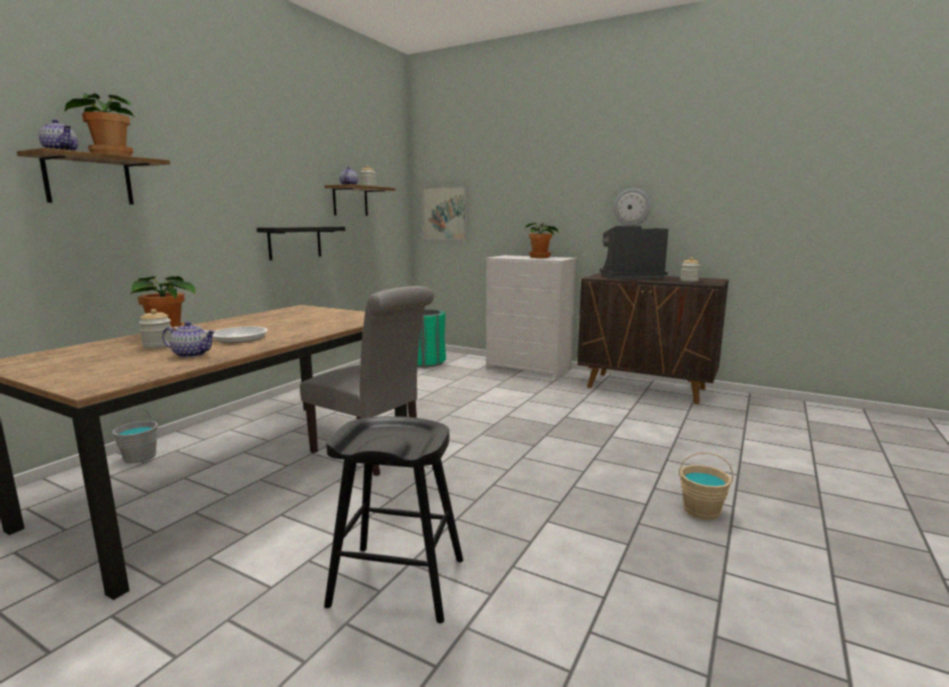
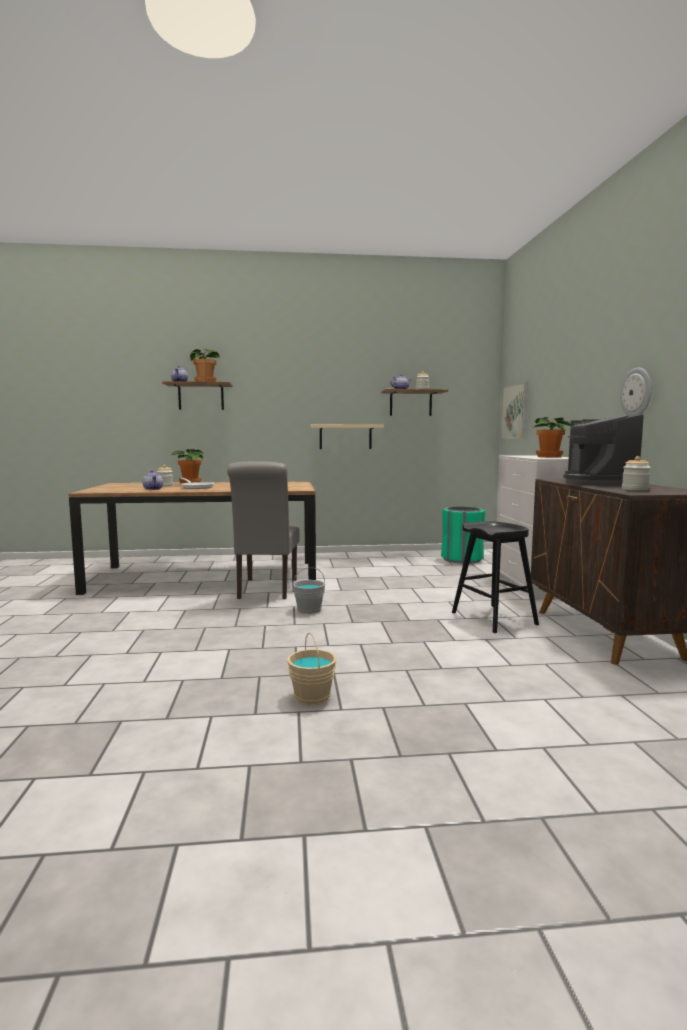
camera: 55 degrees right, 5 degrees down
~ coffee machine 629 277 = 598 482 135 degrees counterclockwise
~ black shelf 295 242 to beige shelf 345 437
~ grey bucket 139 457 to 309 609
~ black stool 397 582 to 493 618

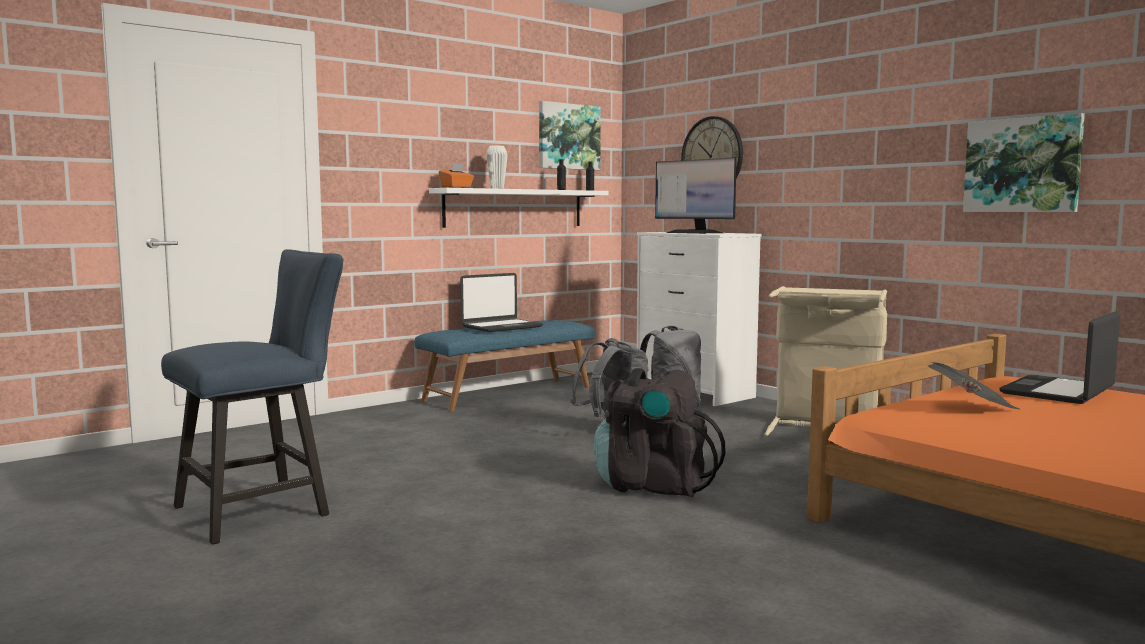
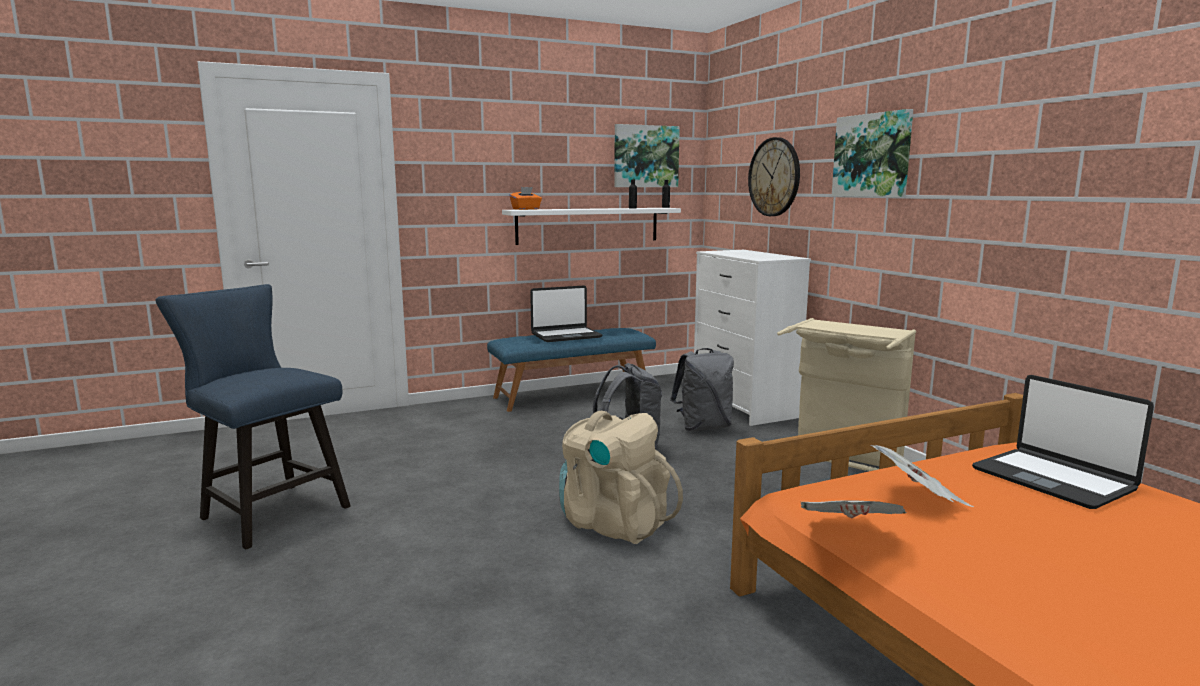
camera: 15 degrees right, 5 degrees up
~ picture 1022 165 to 872 155
- white vase 497 188
- monitor 694 233
~ blue chair 263 509 = 268 511 120 degrees counterclockwise
~ laptop 1058 392 = 1053 479 90 degrees counterclockwise
~ black backpack 654 485 to beige backpack 613 523
+ newspaper 848 534

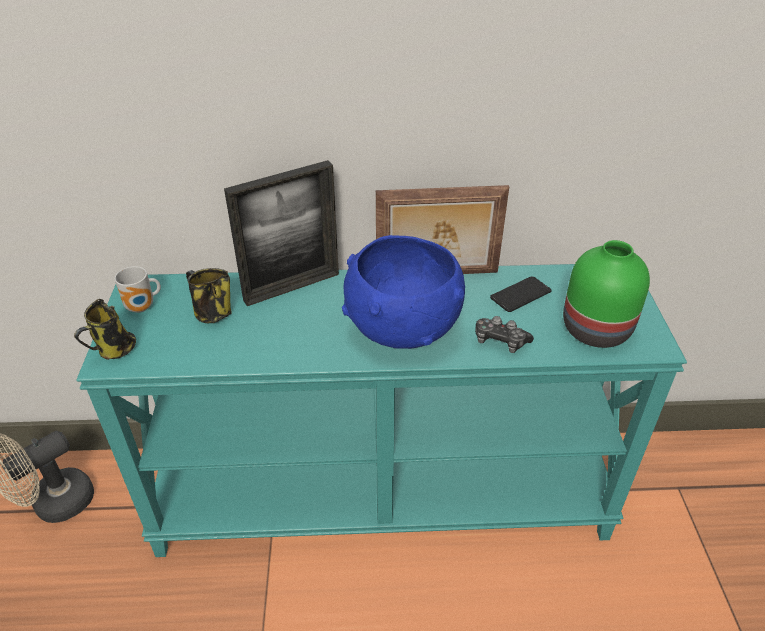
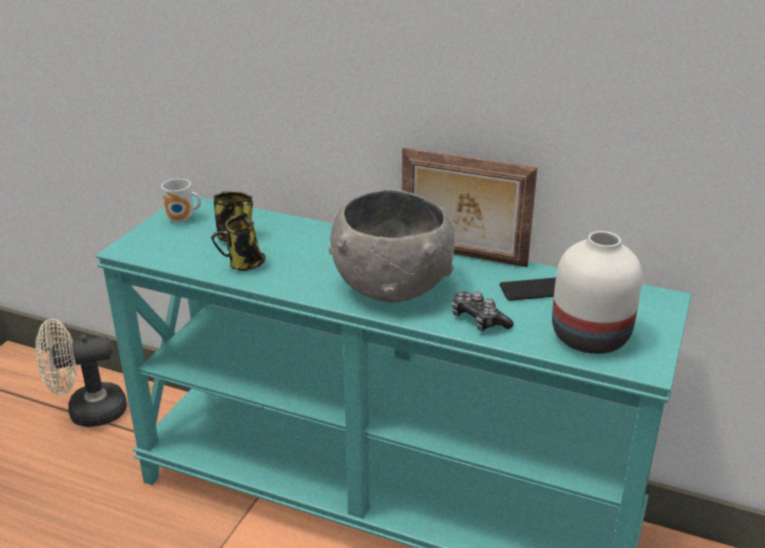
camera: 25 degrees right, 10 degrees down
- picture frame 292 287
~ blue bowl 404 329 to grey bowl 393 288
~ green vase 594 328 to white vase 589 335
~ mug 114 350 to 244 265

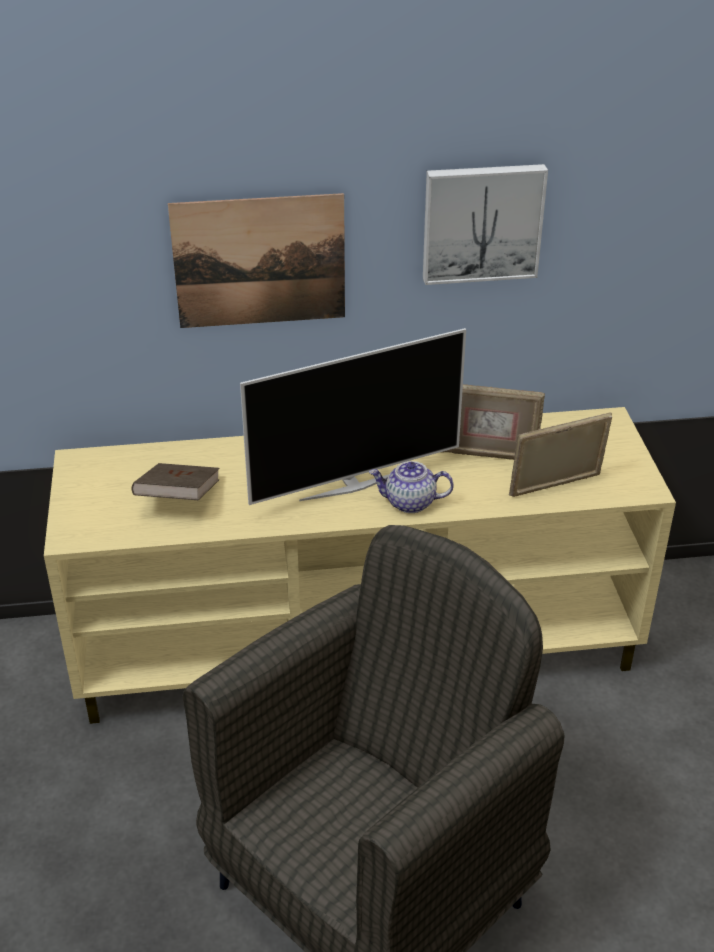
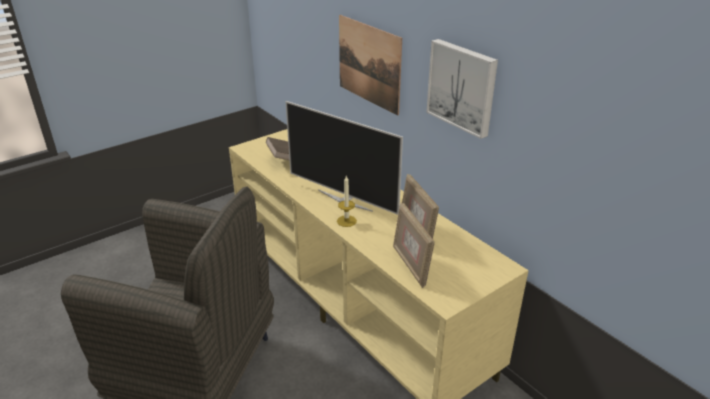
camera: 60 degrees right, 5 degrees down
~ picture frame 556 487 = 410 266 150 degrees counterclockwise
~ teapot 409 503 to candle 346 221

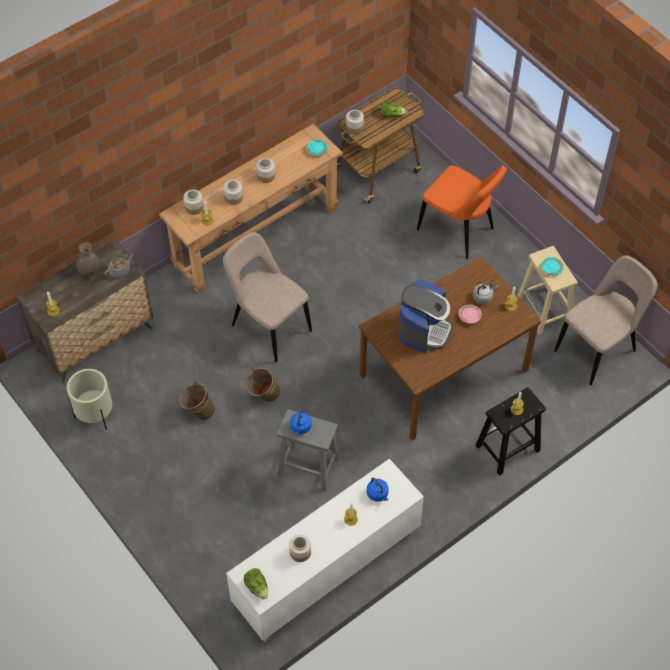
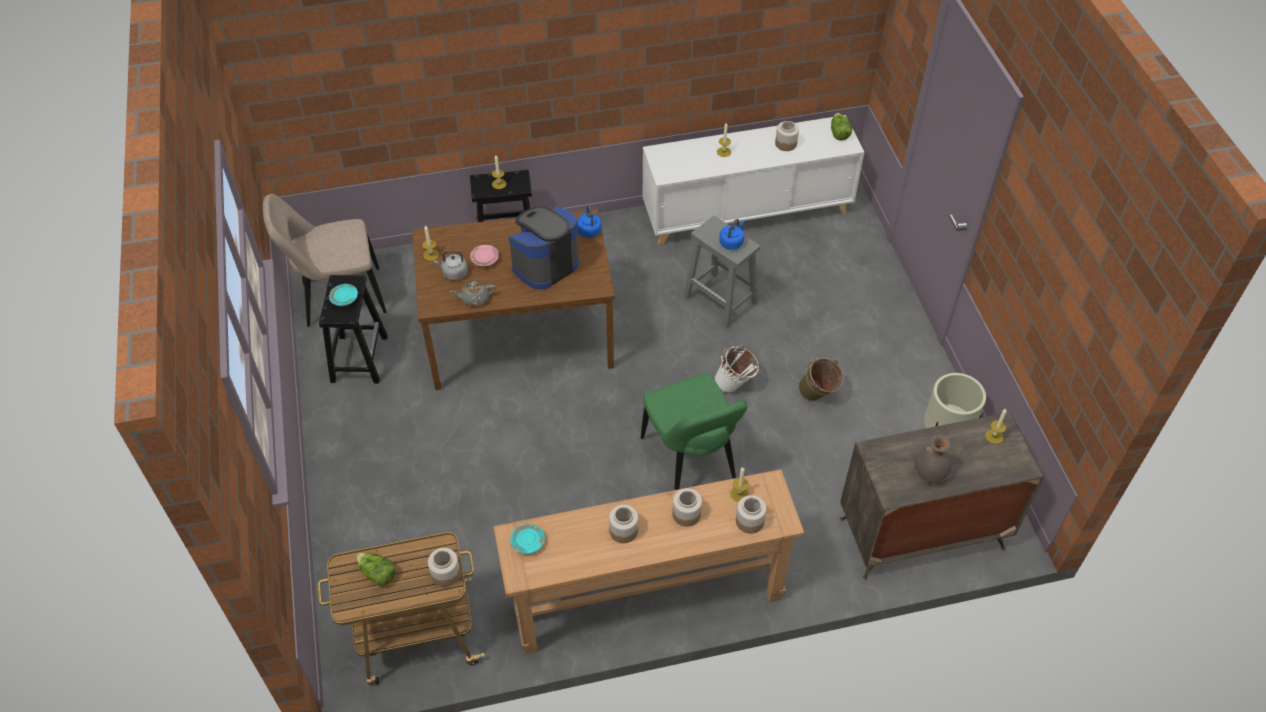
camera: 155 degrees left, 5 degrees down
- orange chair 458 231
~ beige chair 268 326 to green chair 690 464
~ beige stool 544 311 to black stool 359 358
~ grey teapot 120 271 to 474 299
~ green bucket 263 396 to white bucket 735 385
~ blue kettle 378 494 to 589 230

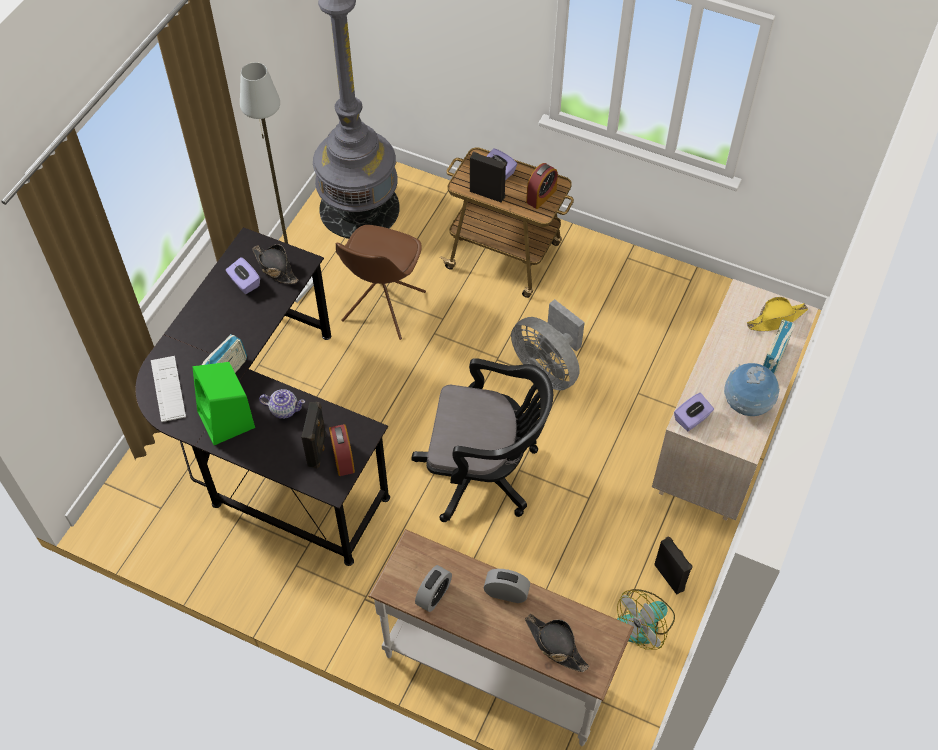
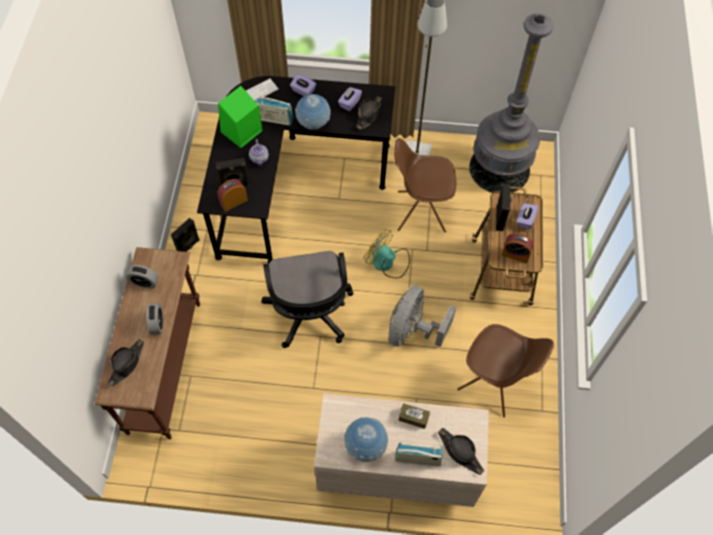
camera: 70 degrees right, 5 degrees up
~ yellow hat 776 319 to black hat 460 452
~ purple tissue box 692 419 to 303 91
~ white console table 497 670 to brown console table 166 366
~ black speaker 670 576 to 189 246
~ fan 644 623 to 387 262
+ globe 313 124
+ brown chair 494 383
+ brown tissue box 413 418

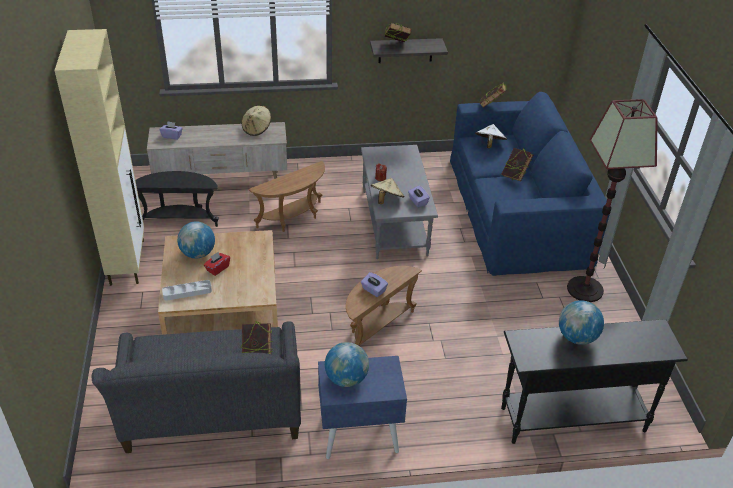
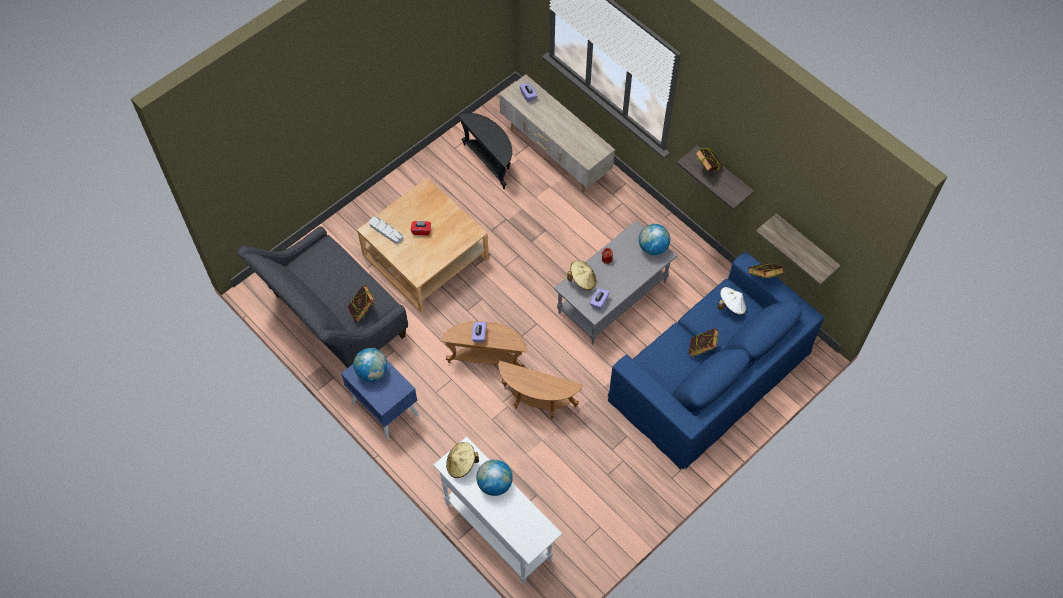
camera: 55 degrees right, 20 degrees up
- beige cabinet 127 261
- floor lamp 585 289
~ beige hat 257 129 to 461 464
~ brown side table 293 219 to 537 403
~ globe 198 253 to 653 247
~ black console table 572 419 to white console table 498 530
+ shelf 805 245

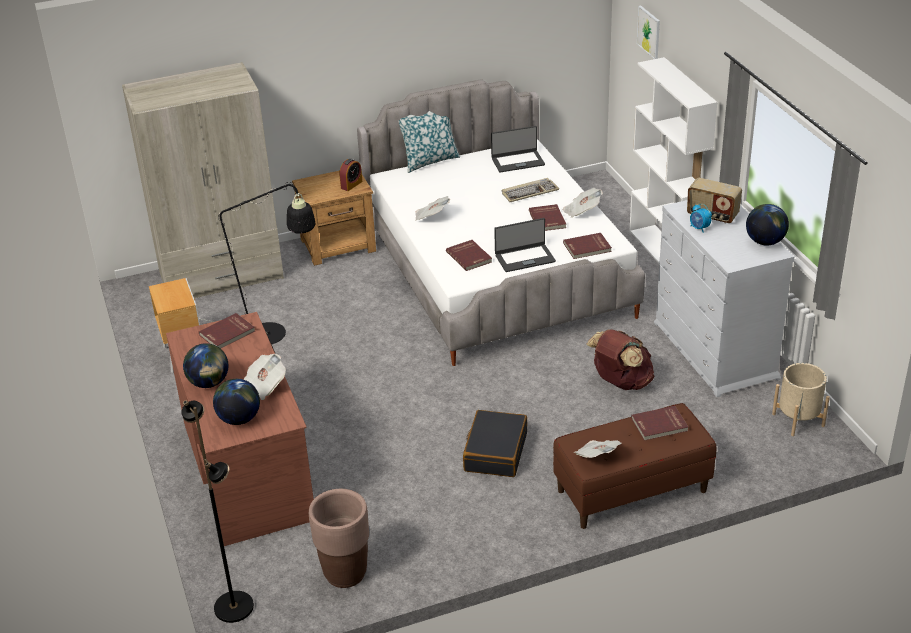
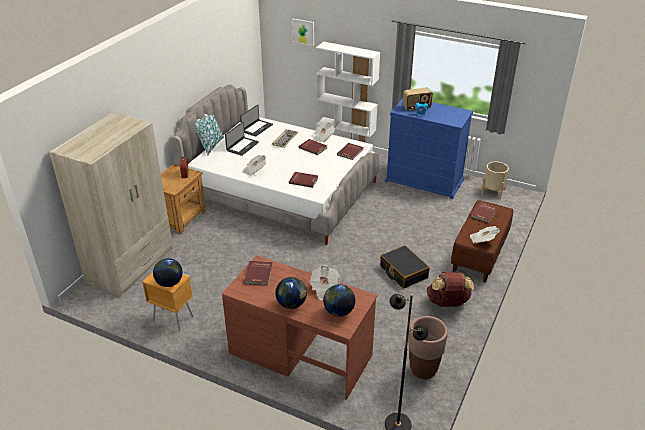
camera: 45 degrees left, 0 degrees up
- black floor lamp 276 335
~ white dresser 715 350 to blue dresser 424 180
~ globe 765 241 to 169 283
~ laptop 524 258 to 242 146
~ brown backpack 621 382 to 447 303

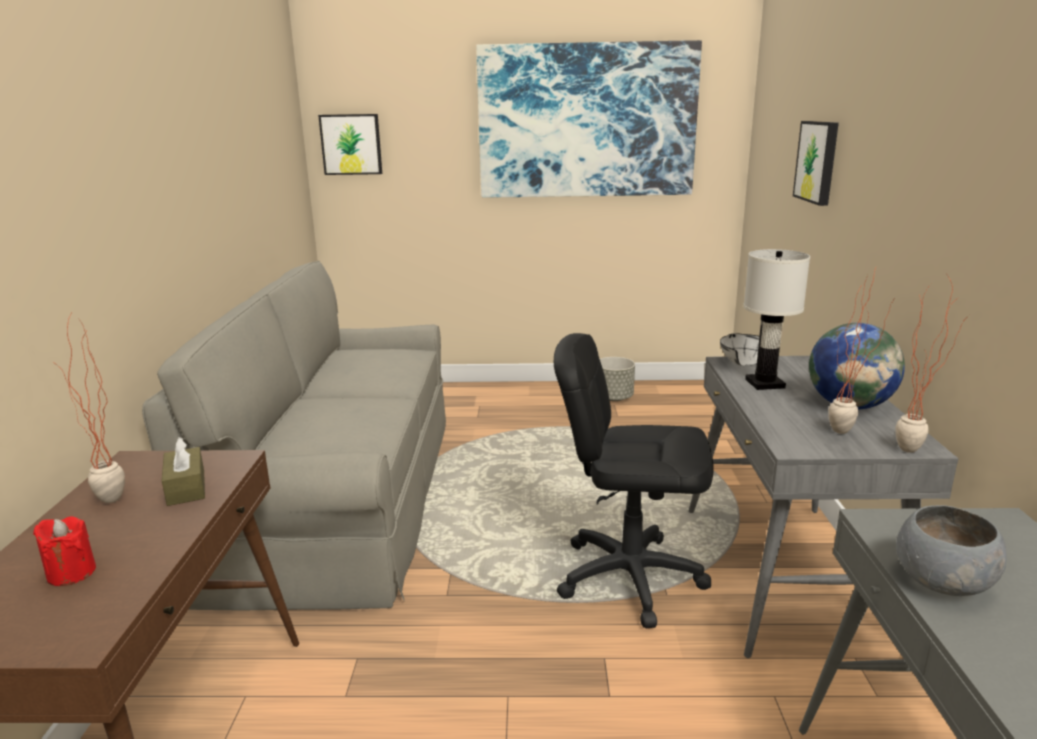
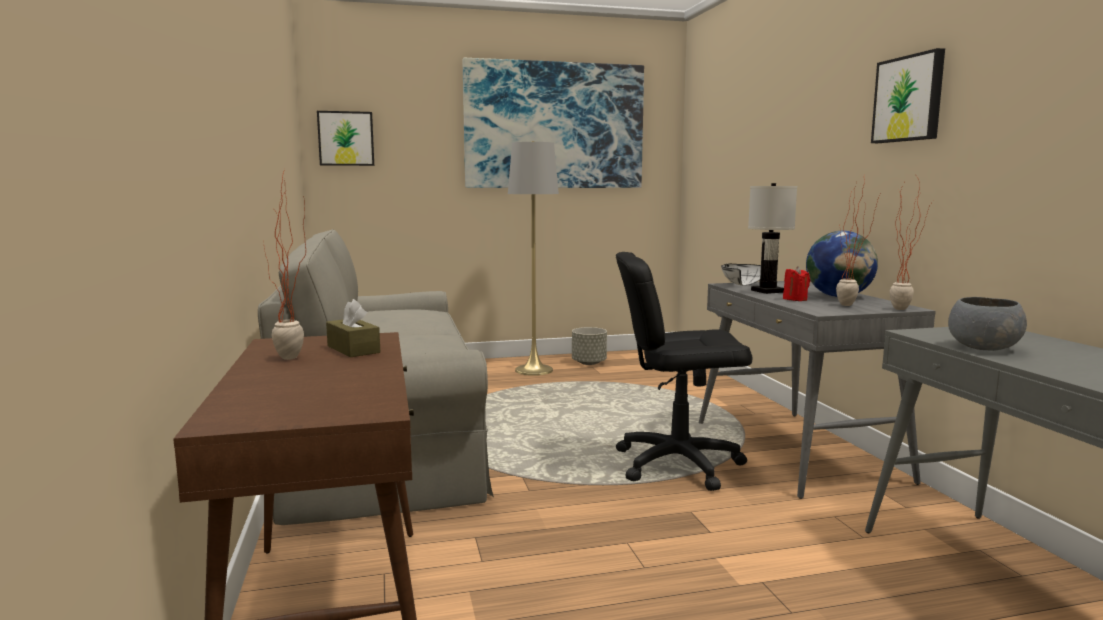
camera: 15 degrees left, 10 degrees down
~ picture 818 161 to 909 99
~ red candle 71 573 to 795 299
+ grey floor lamp 533 370

